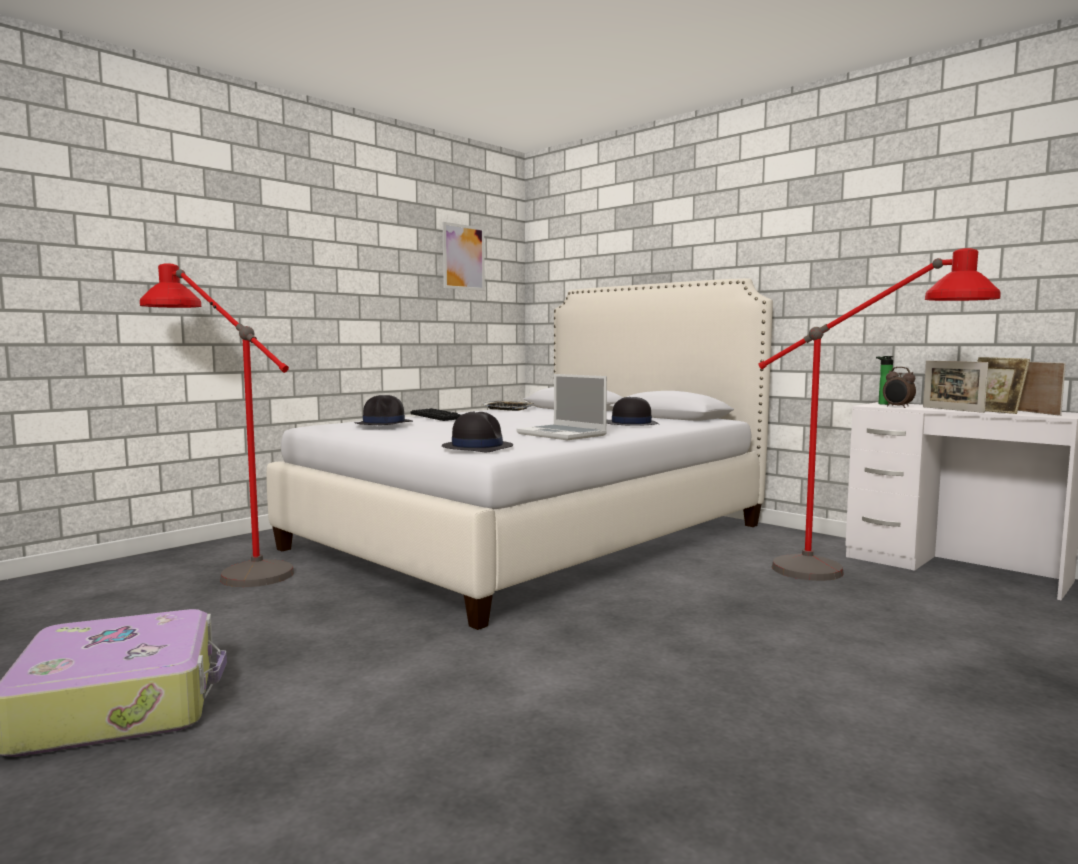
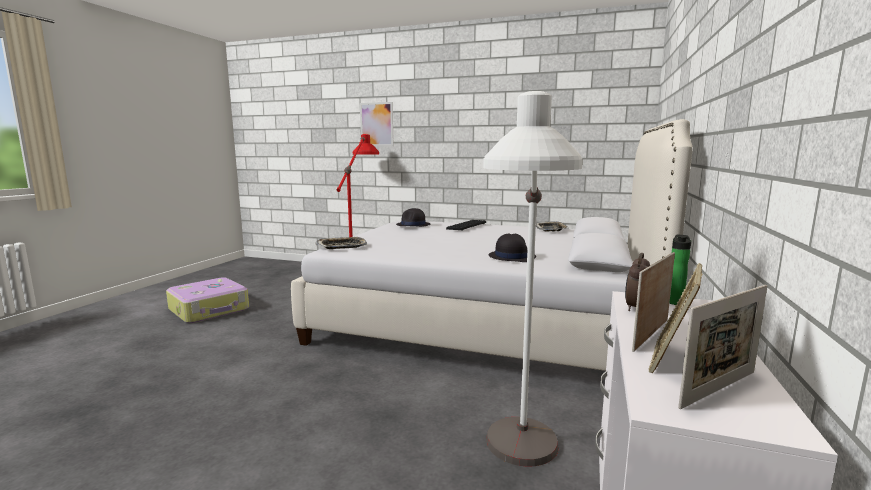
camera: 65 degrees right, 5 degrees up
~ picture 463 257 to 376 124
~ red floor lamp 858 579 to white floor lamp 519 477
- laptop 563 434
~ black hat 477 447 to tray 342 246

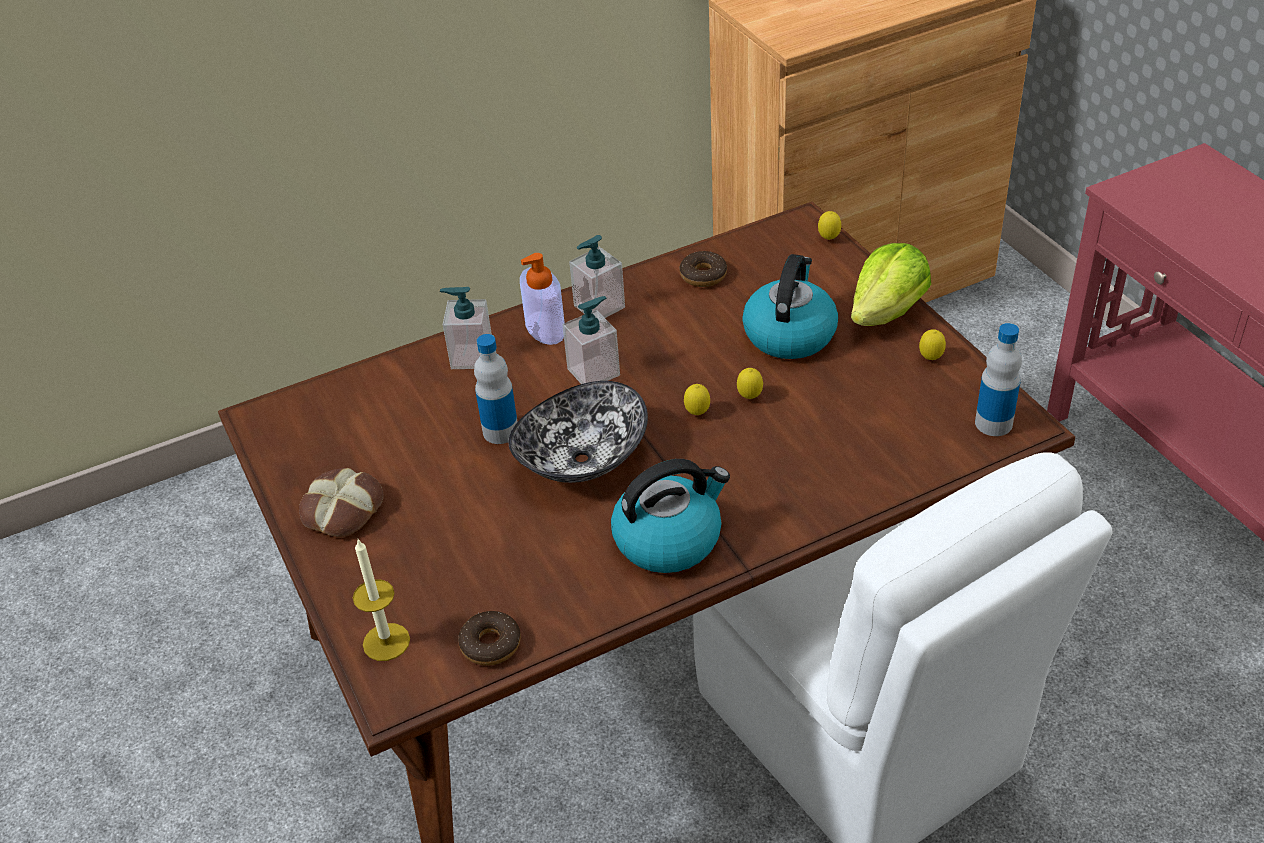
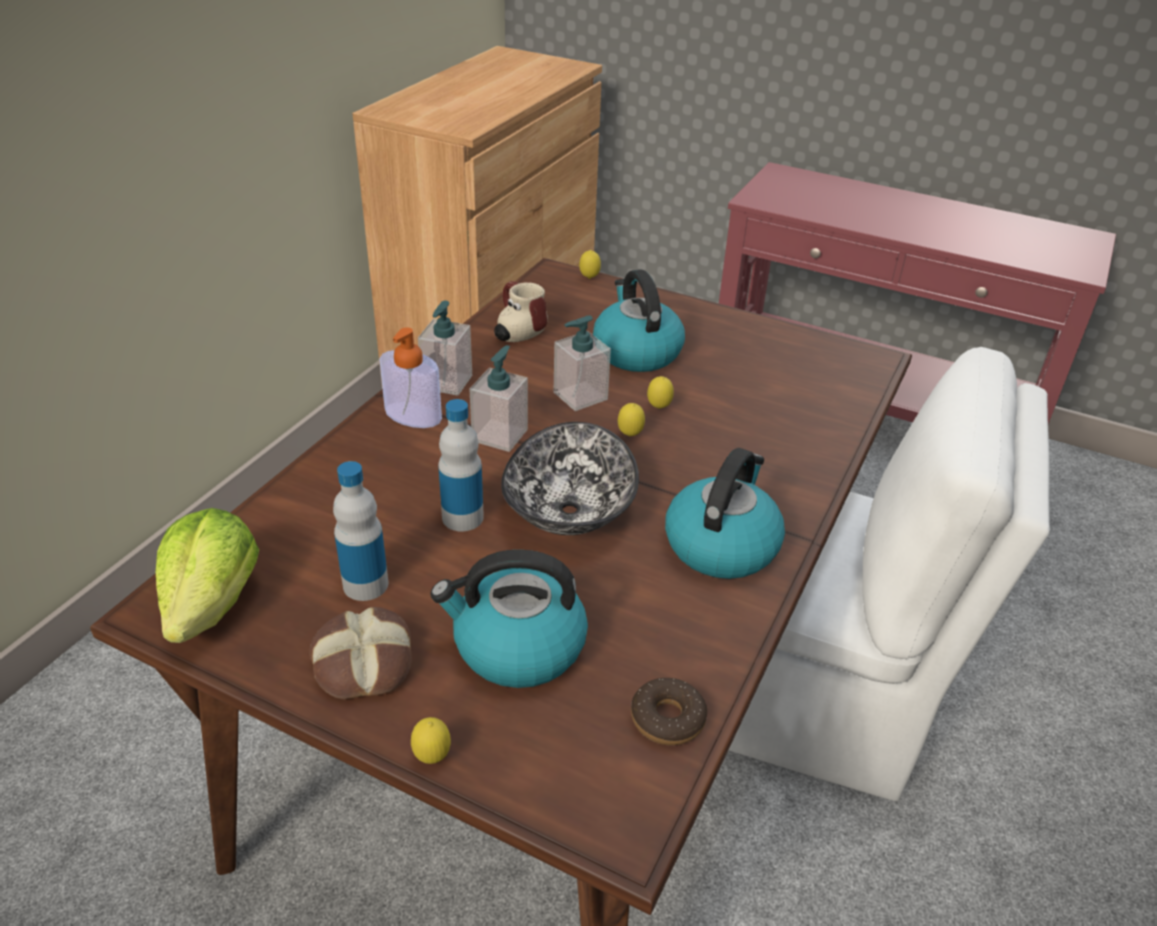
camera: 40 degrees left, 5 degrees down
~ lettuce 888 312 to 214 604
~ donut 703 275 to mug 515 331
~ soap dispenser 471 356 to 580 396
~ bottle 993 423 to 365 584
~ lemon 930 359 to 432 758
- candle 386 642
+ kettle 517 647

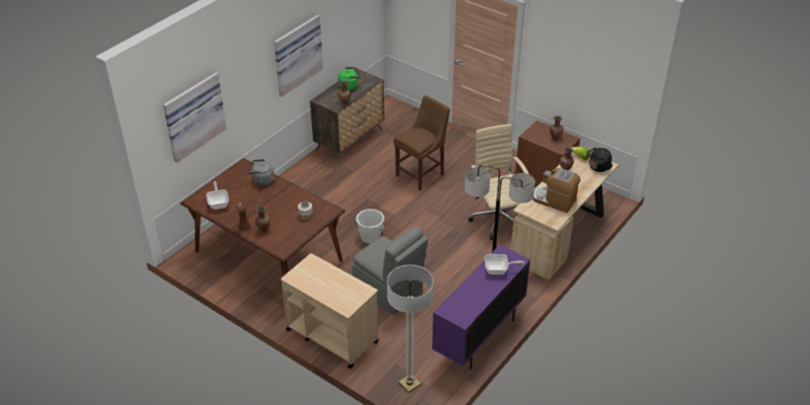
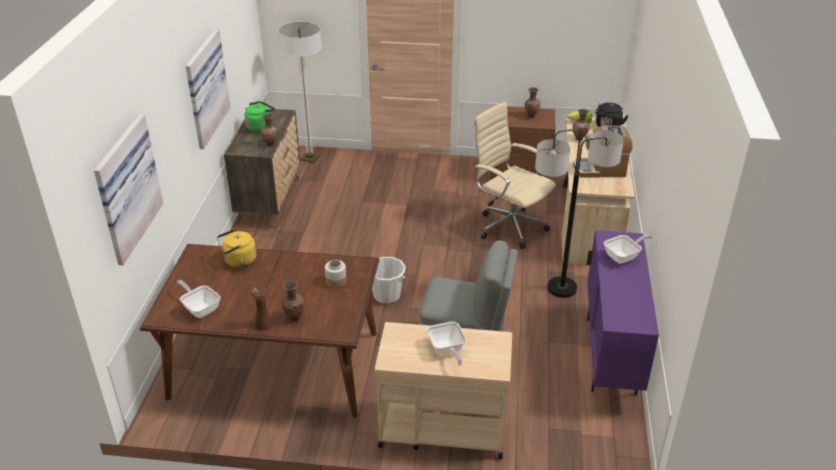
camera: 30 degrees left, 5 degrees down
- brown chair 421 174
~ grey kettle 262 181 to yellow kettle 238 261
~ floor lamp 409 384 to 310 158
+ frying pan 446 350

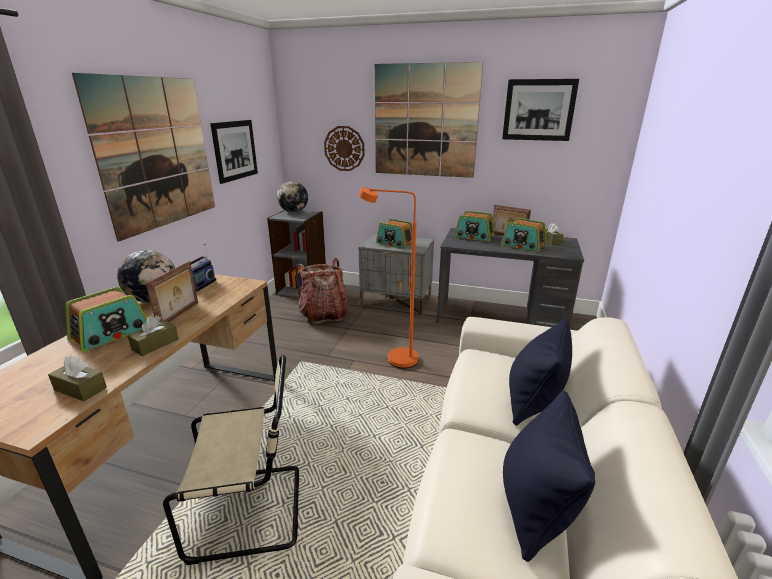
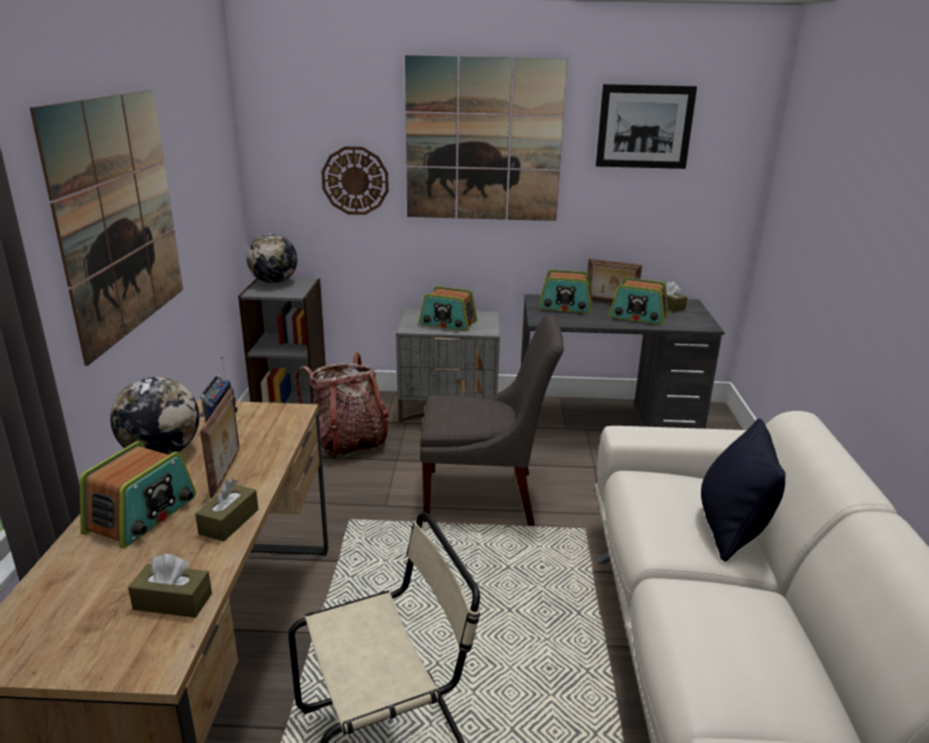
camera: 15 degrees left, 0 degrees up
- picture 235 150
~ orange floor lamp 394 358 to grey chair 486 496
- black pillow 535 509

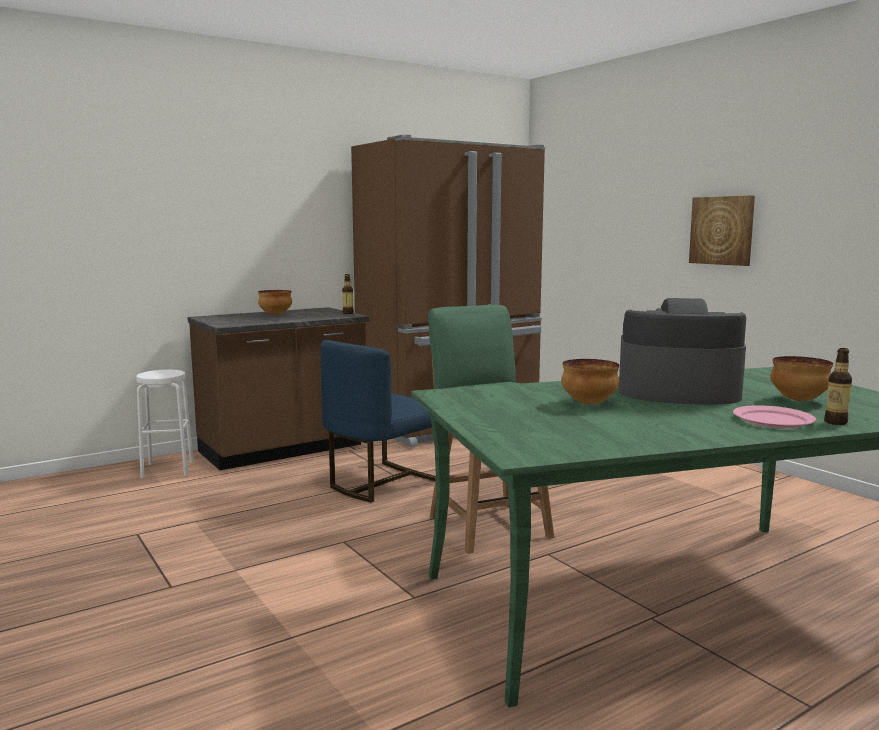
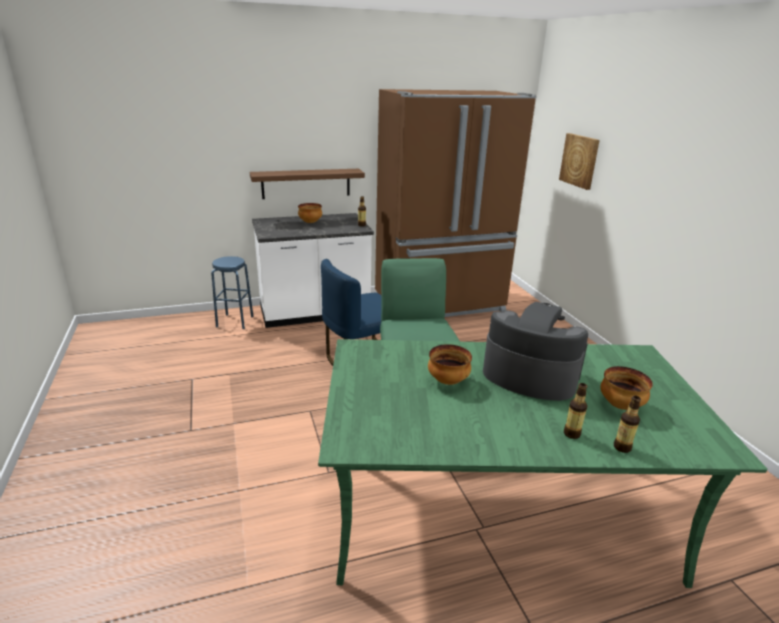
camera: 15 degrees right, 15 degrees up
~ picture 722 230 to 579 160
~ brown counter 284 450 to white counter 314 314
~ white stool 167 469 to blue stool 235 321
~ pink plate 772 420 to bottle 571 434
+ brown shelf 306 183

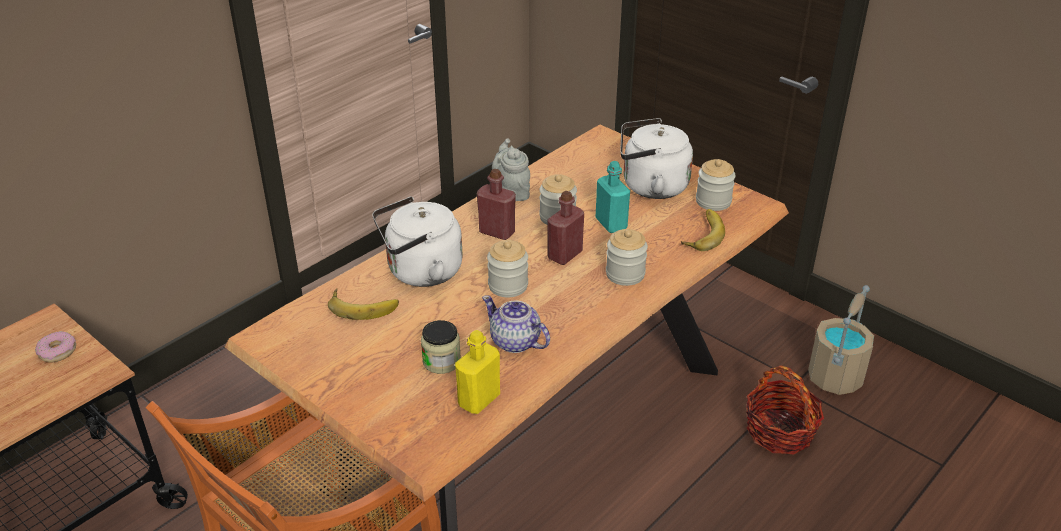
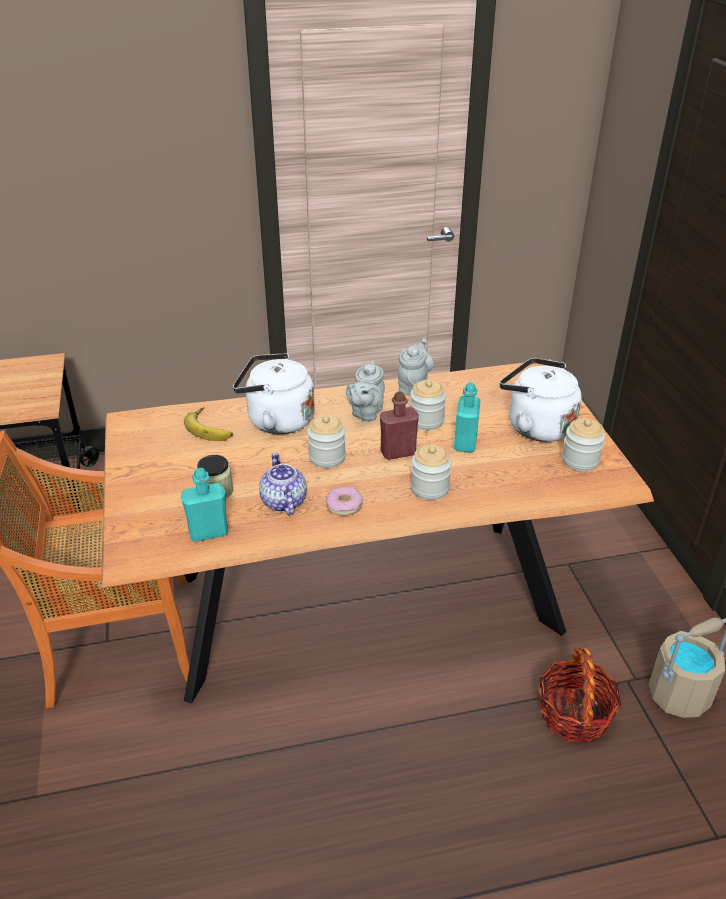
camera: 35 degrees right, 0 degrees up
~ red bottle 497 232 to grey teapot 365 413
- banana 701 233
~ yellow bottle 479 400 to turquoise bottle 208 532
~ donut 57 351 to 344 506

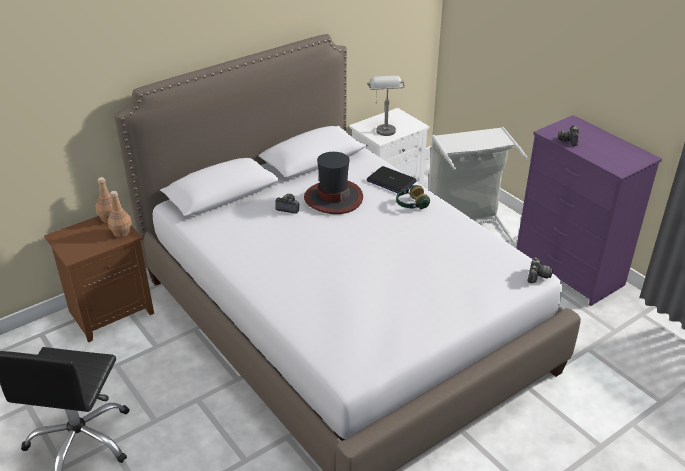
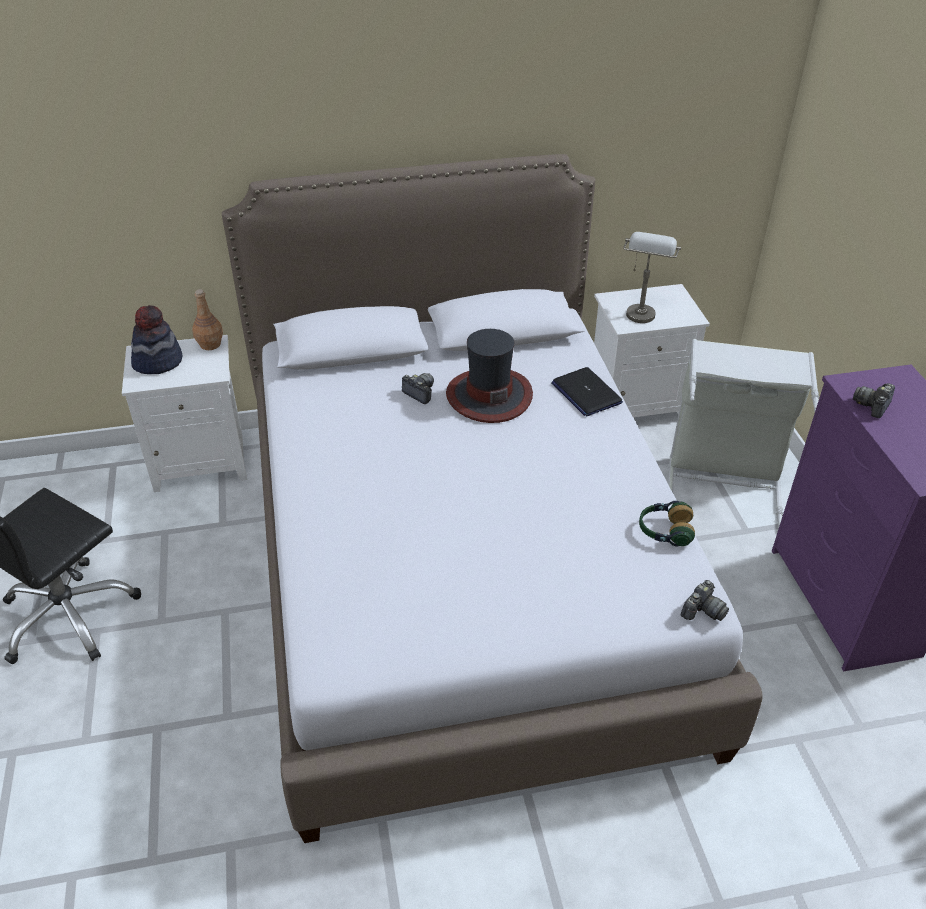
camera: 25 degrees right, 5 degrees up
~ headphones 411 204 to 664 531
- brown bottle 121 232
~ brown nightstand 111 311 to white nightstand 202 461
+ hat 158 361

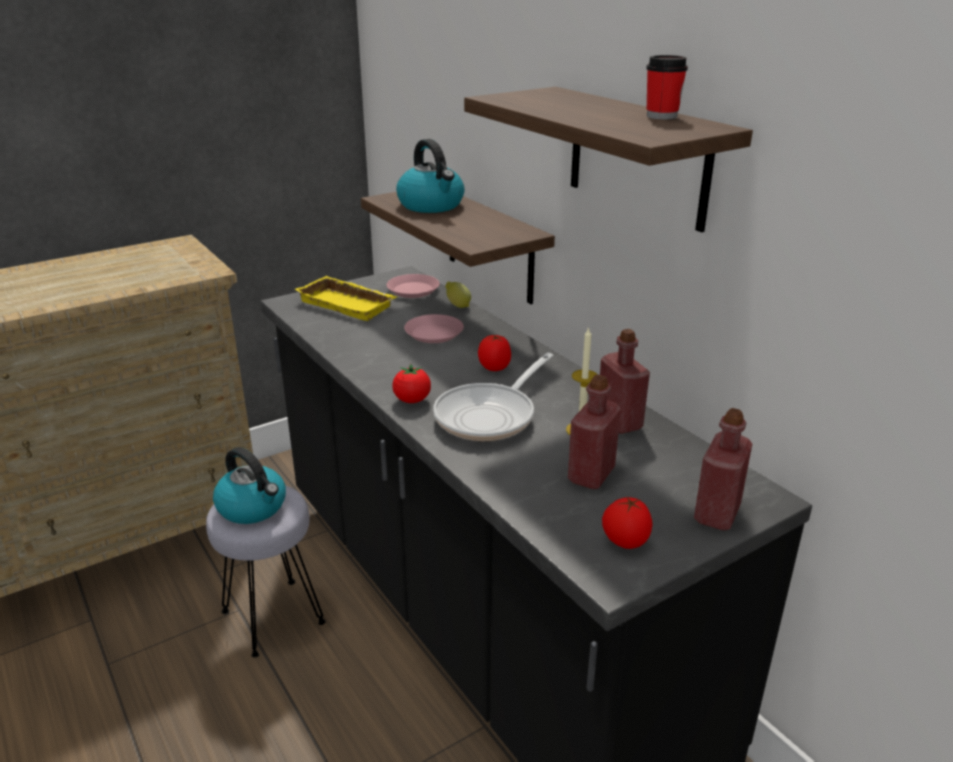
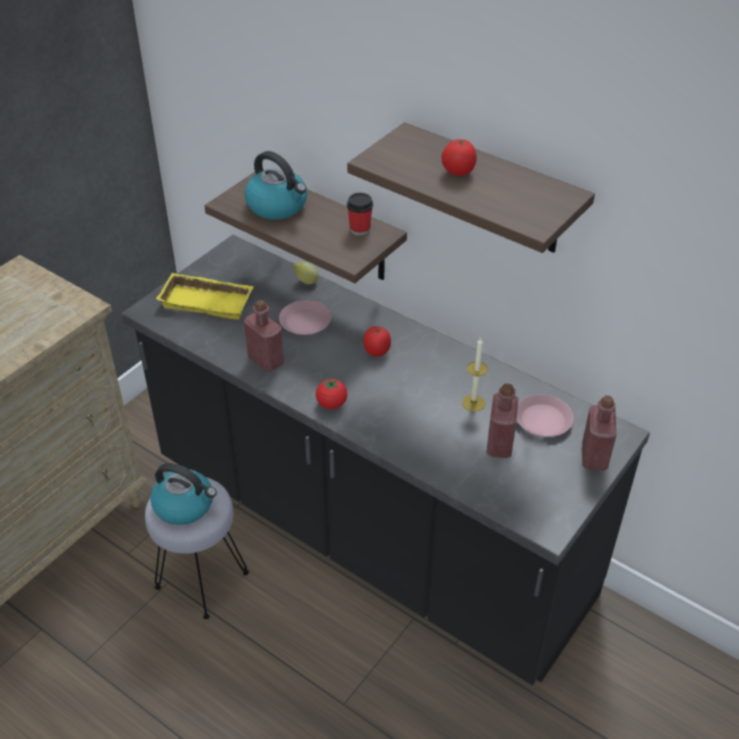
camera: 20 degrees left, 15 degrees up
~ cup 661 116 to 360 229
~ pink plate 413 290 to 542 420
~ red bottle 619 422 to 266 360
- frying pan 490 416
~ tomato 625 542 to 457 172

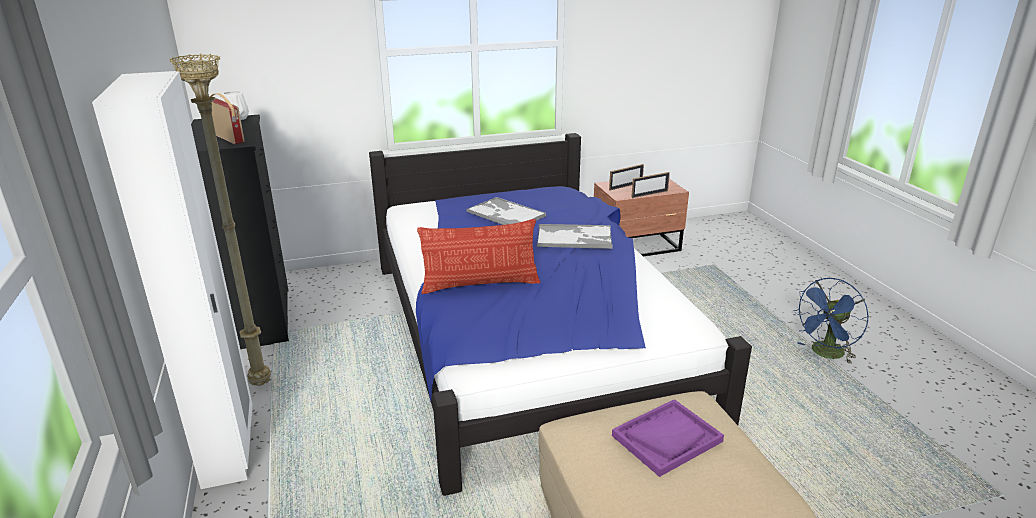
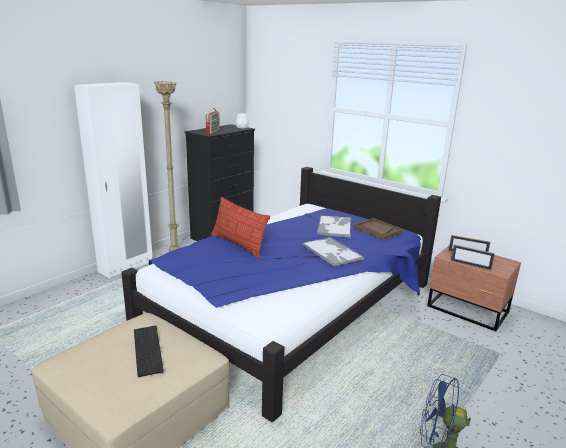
camera: 55 degrees right, 5 degrees down
~ purple tray 667 438 to keyboard 149 350
+ brown tray 377 230

